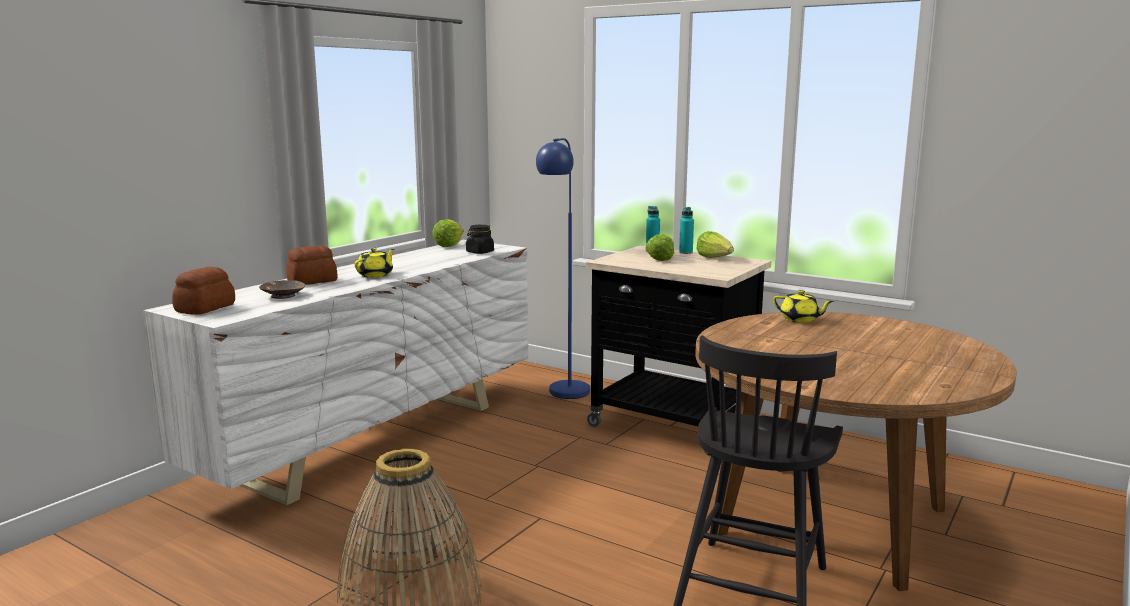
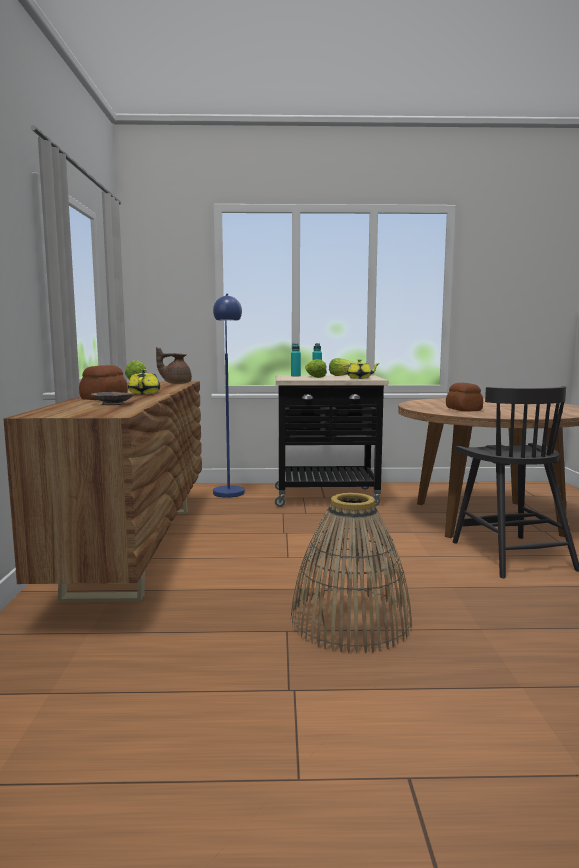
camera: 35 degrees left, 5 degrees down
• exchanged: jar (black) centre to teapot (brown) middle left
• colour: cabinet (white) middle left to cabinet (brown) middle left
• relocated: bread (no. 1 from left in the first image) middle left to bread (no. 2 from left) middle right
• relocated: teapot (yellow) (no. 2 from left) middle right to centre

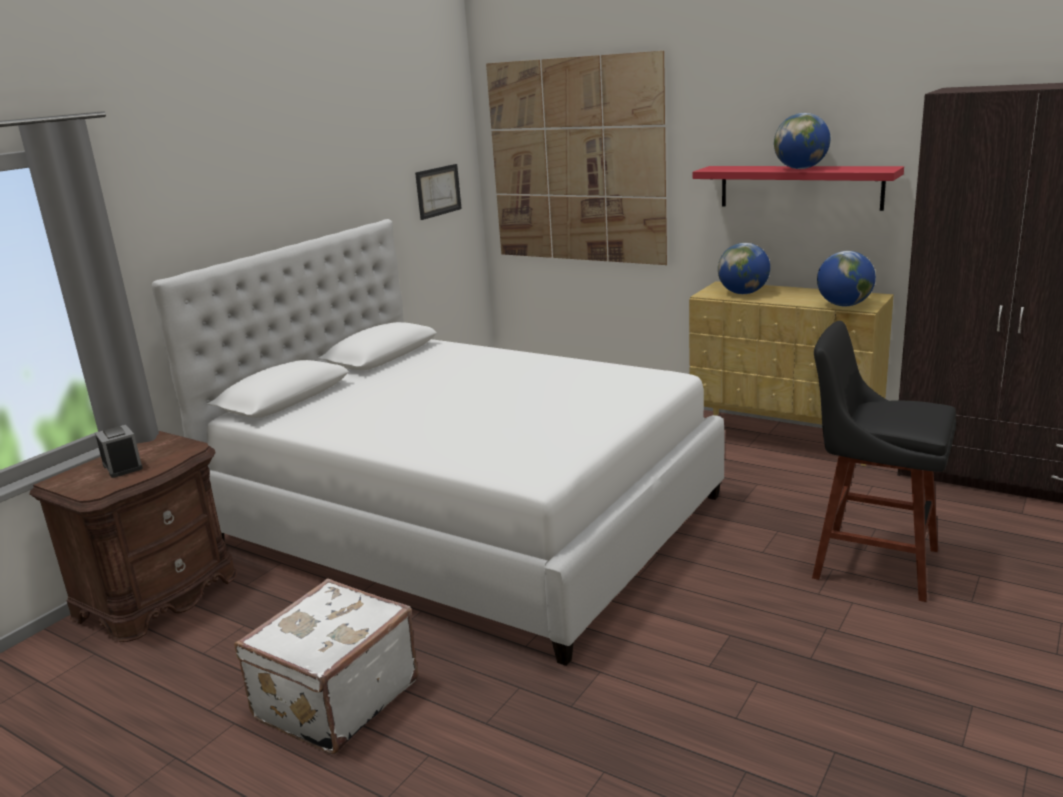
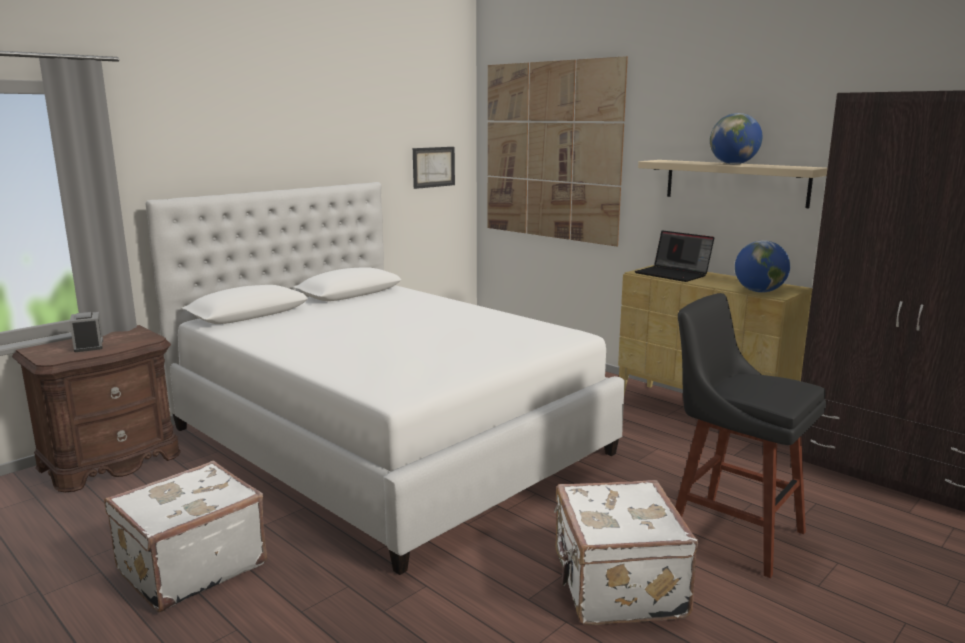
camera: 10 degrees right, 5 degrees down
• colour: shelf (red) top right to shelf (beige) top right
• exchanged: globe (no. 1 from left) middle right to laptop middle right
• appeared: suitcase (white) (no. 2 from left) bottom centre

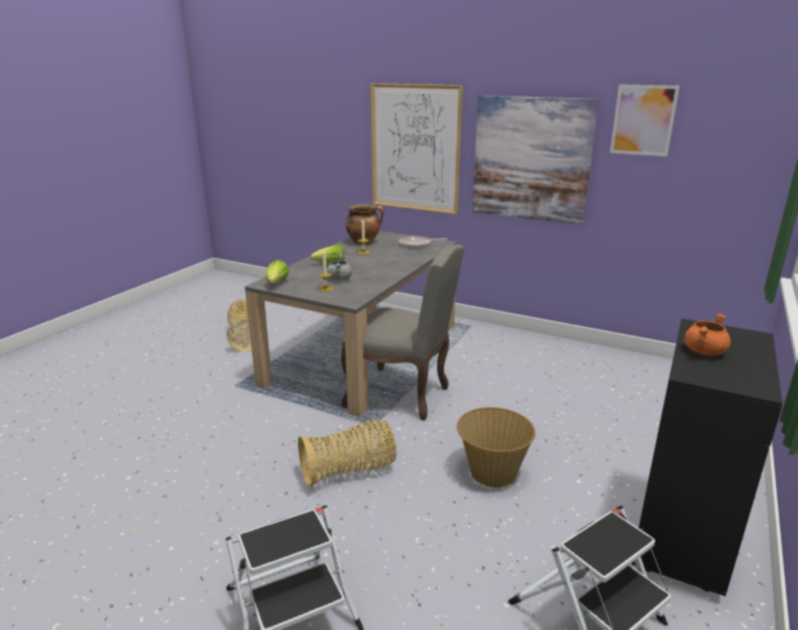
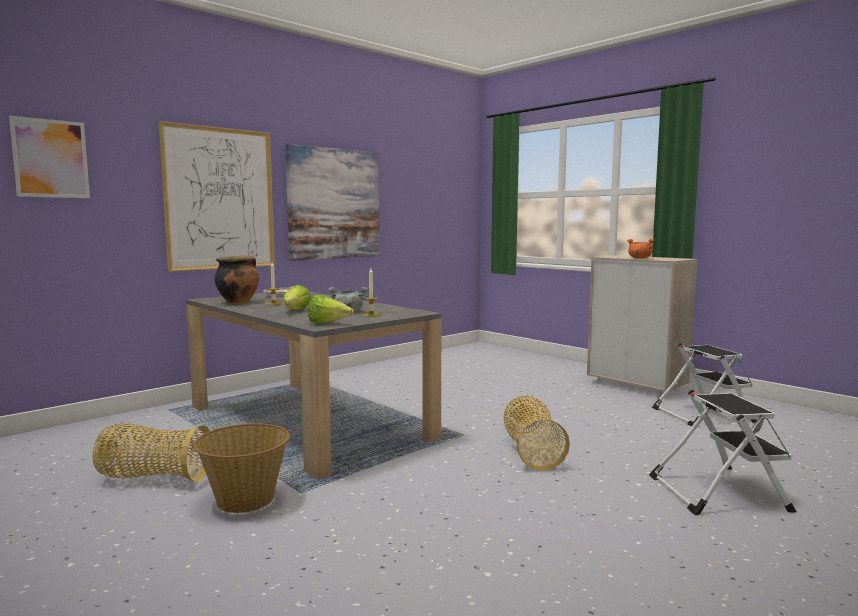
camera: 70 degrees left, 15 degrees down
• relocated: picture (no. 3 from left in the first image) top right to picture (no. 1 from left) top left
• missing: chair (grey) centre
• colour: cabinet (black) bottom right to cabinet (beige) middle right
• relocated: basket (no. 3 from left in the first image) bottom centre to basket (no. 2 from left) bottom left

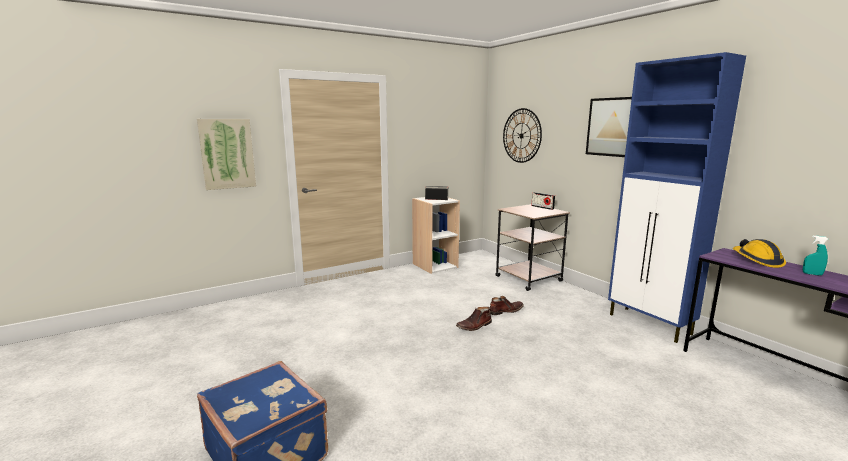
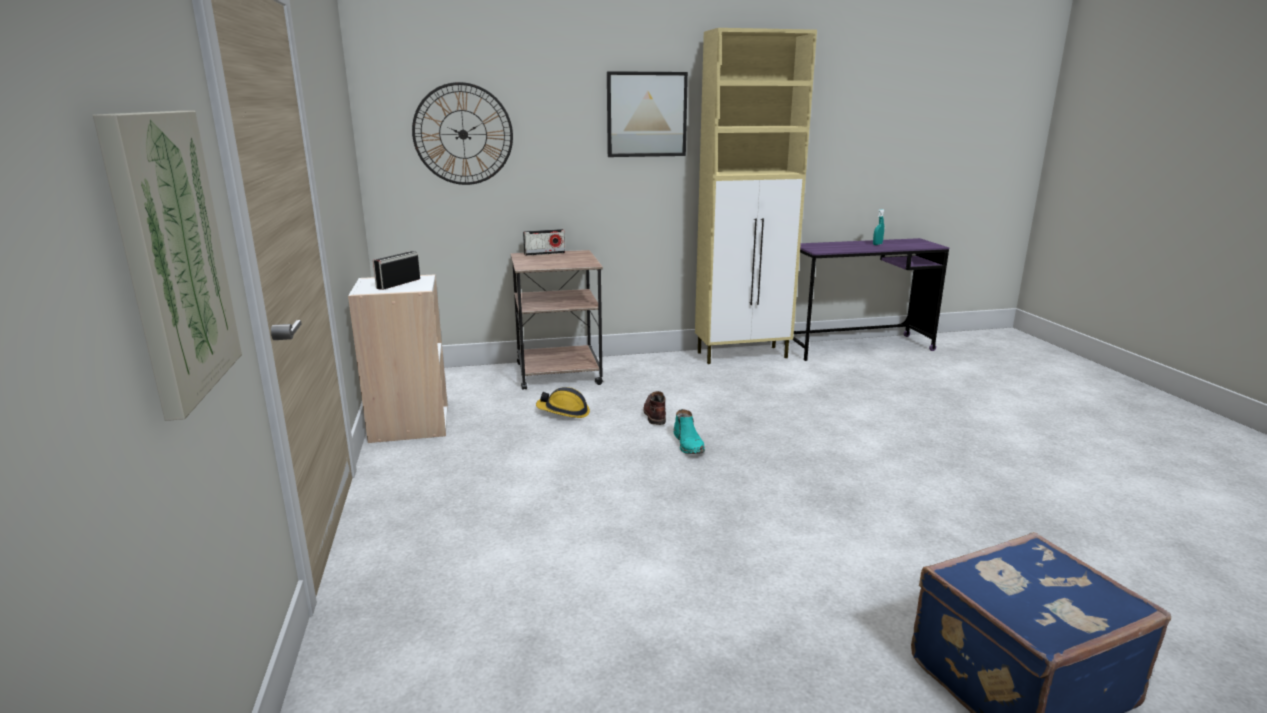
camera: 70 degrees left, 5 degrees up
• colour: cabinet (blue) middle right to cabinet (beige) top centre
• relocated: hard hat middle right to centre
• colour: boot (brown) (no. 1 from left) bottom centre to boot (turquoise) centre

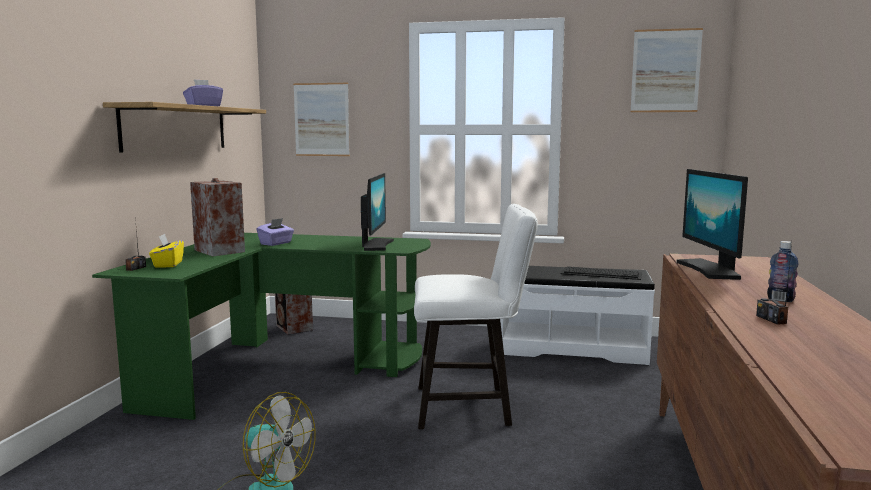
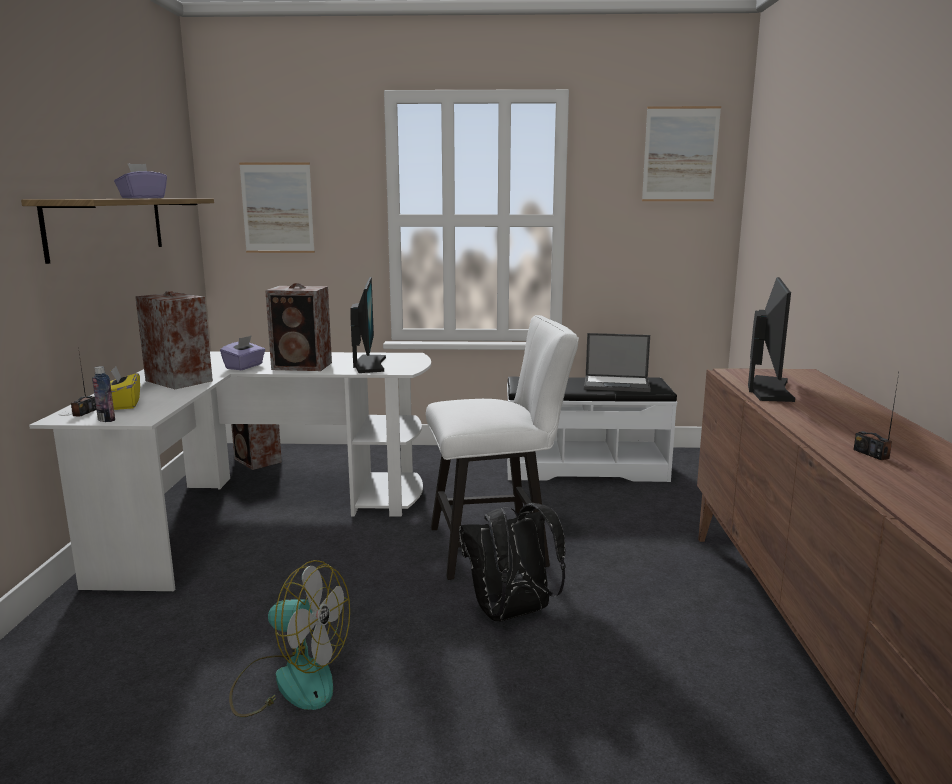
camera: 10 degrees left, 5 degrees up
• spun: monitor (no. 2 from left) middle right = middle right 150 degrees counterclockwise
• colour: desk (green) middle left to desk (white) middle left
• relocated: bottle middle right to middle left
• exchanged: keyboard middle right to laptop centre
• appeared: speaker (no. 3 from left) middle left
• appeared: backpack (black) bottom centre

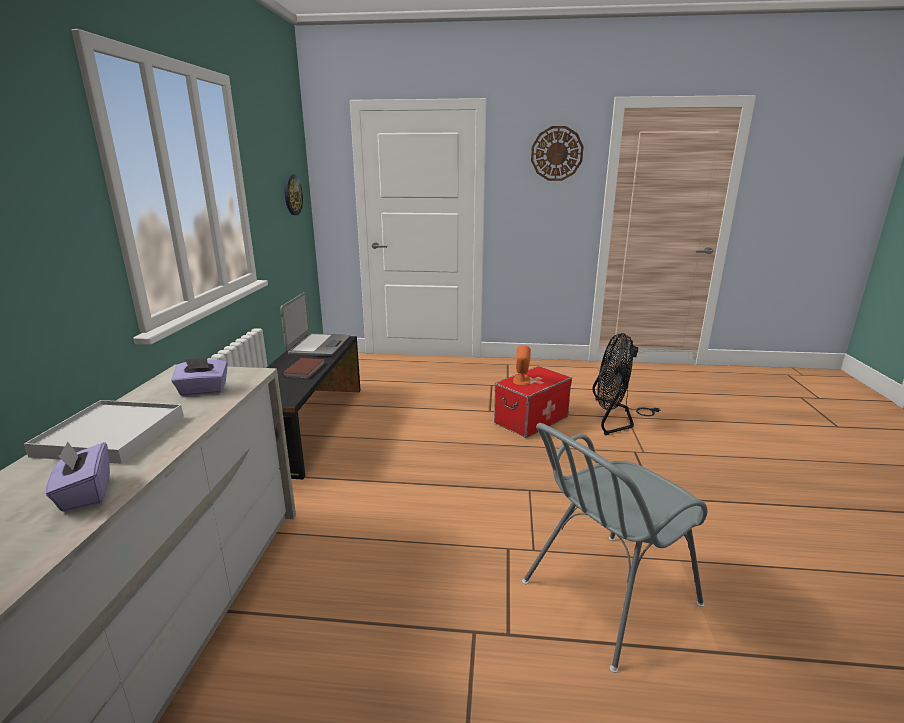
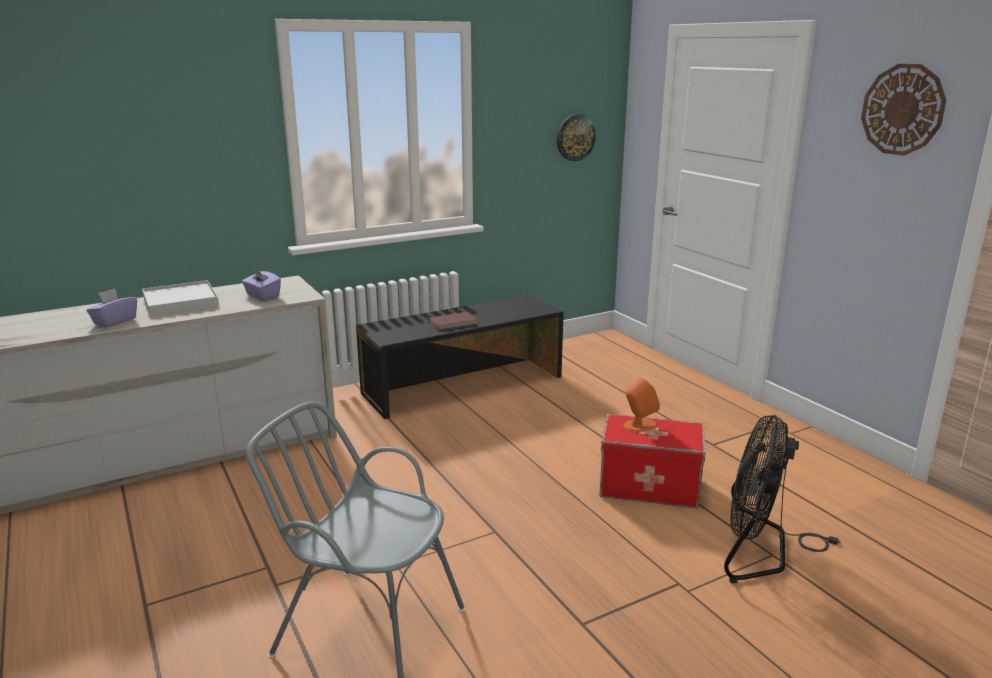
camera: 55 degrees right, 0 degrees up
• missing: laptop centre
• spun: fan (black) middle right = bottom right 45 degrees counterclockwise

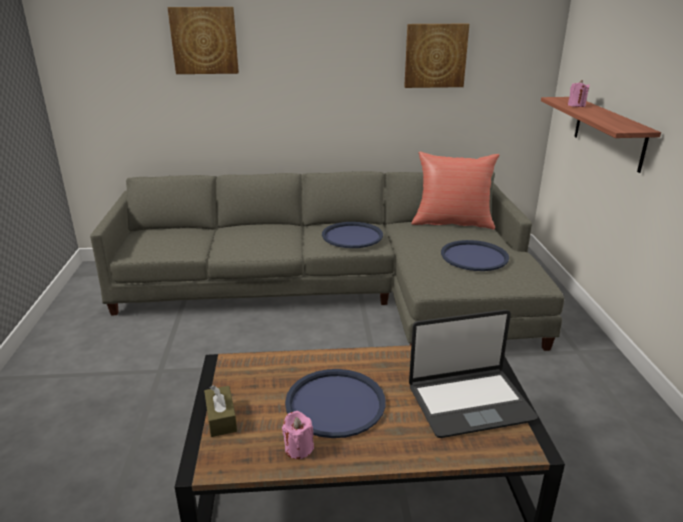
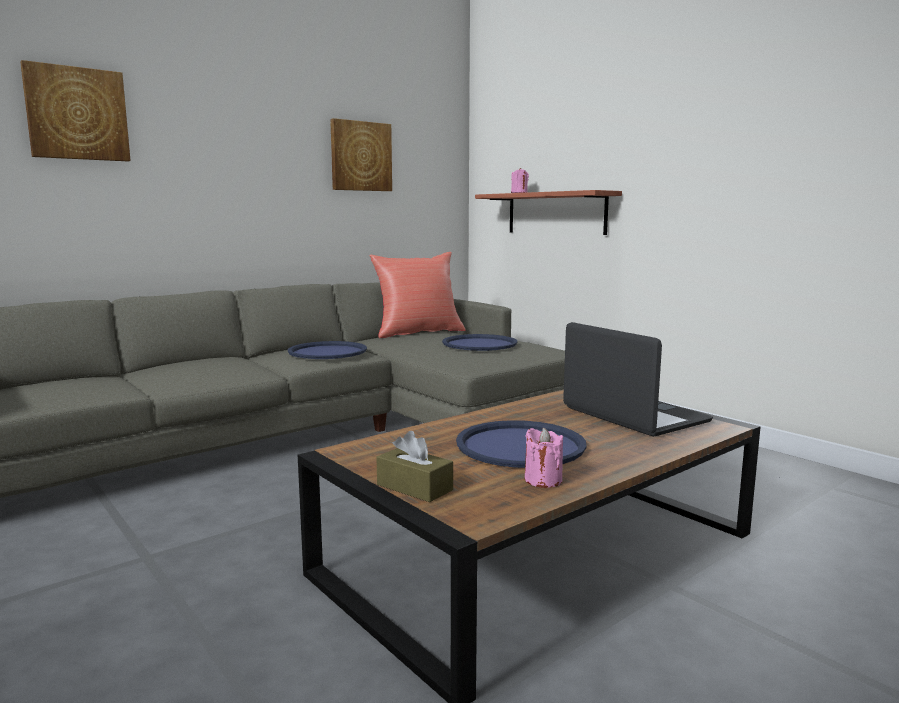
camera: 35 degrees left, 15 degrees down
• spun: laptop bottom right = middle right 75 degrees counterclockwise

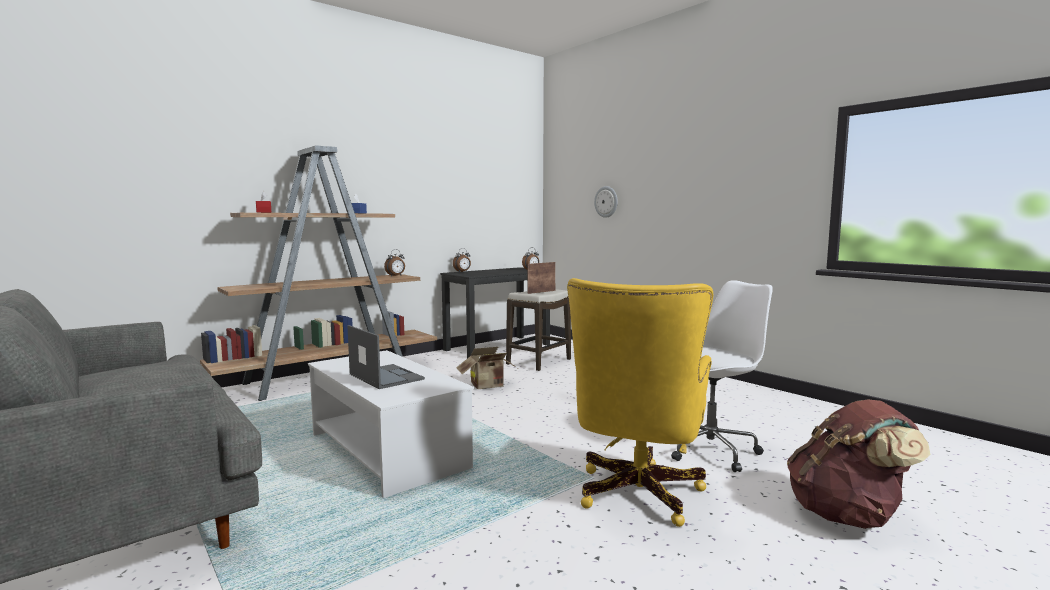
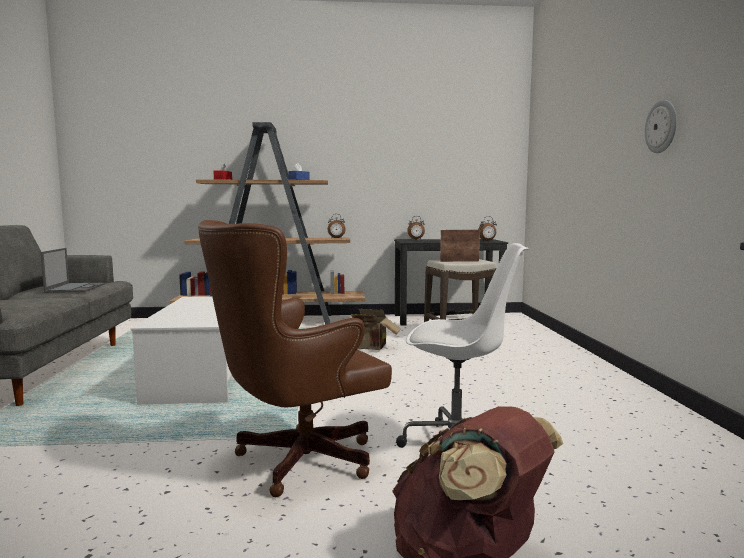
camera: 35 degrees right, 0 degrees up
• relocated: wall clock centre to top right
• colour: office chair (yellow) bottom centre to office chair (brown) centre
• relocated: laptop centre to middle left

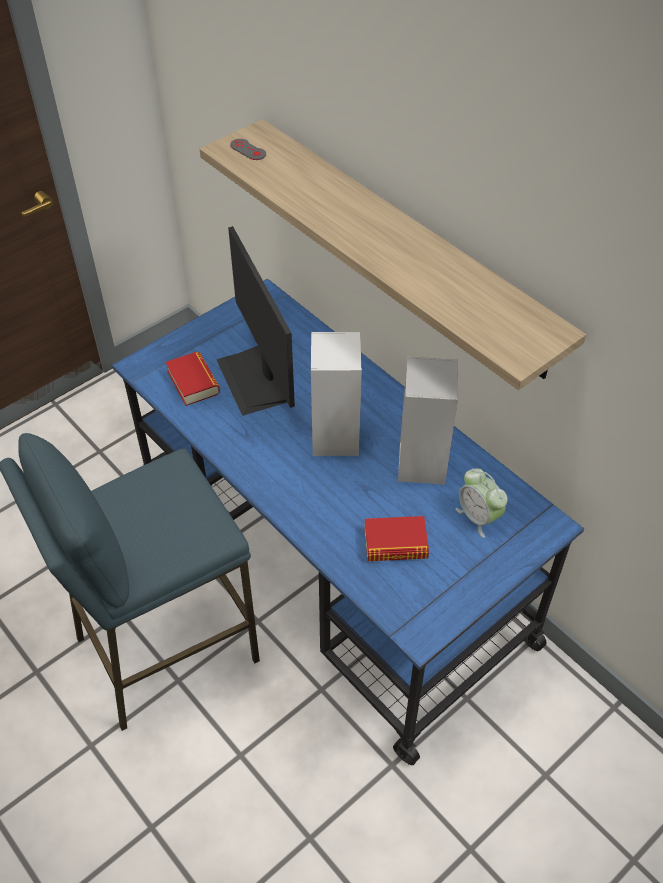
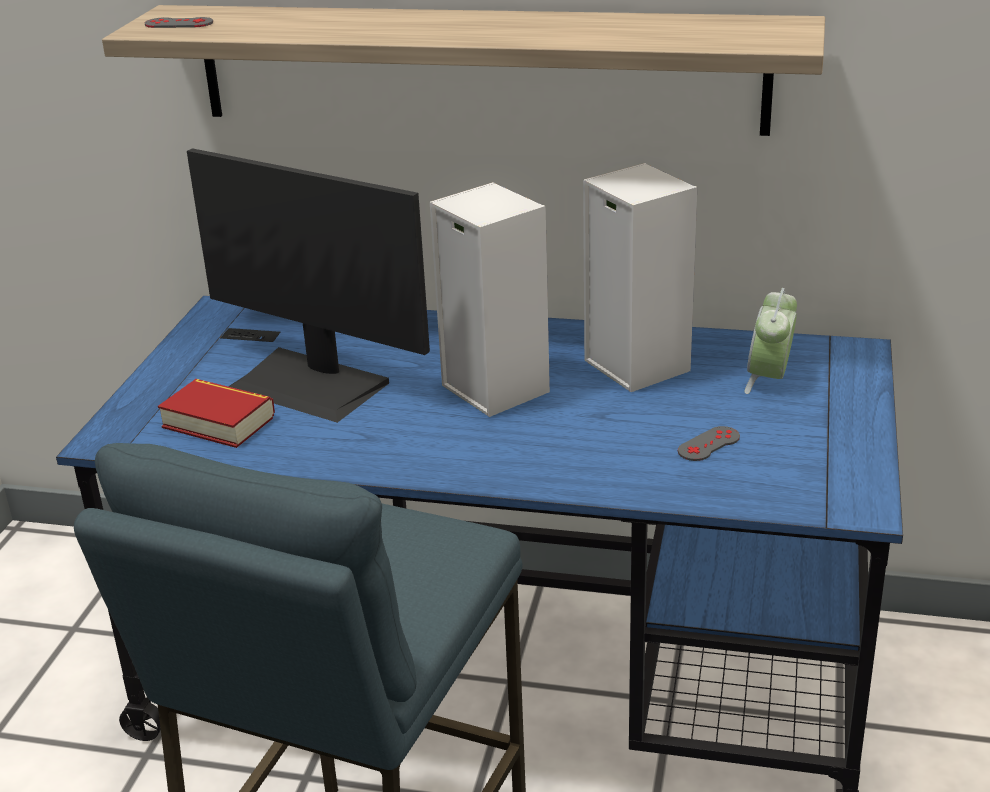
camera: 35 degrees left, 20 degrees down
• spun: alarm clock middle right = middle right 90 degrees clockwise
• exchanged: book (no. 2 from left) centre to game controller (grey) (no. 2 from left) middle right

